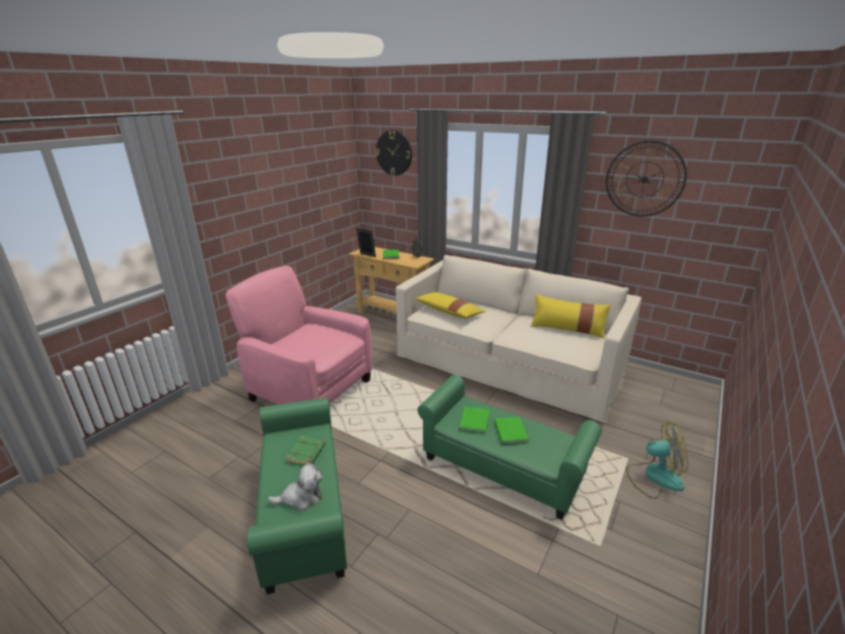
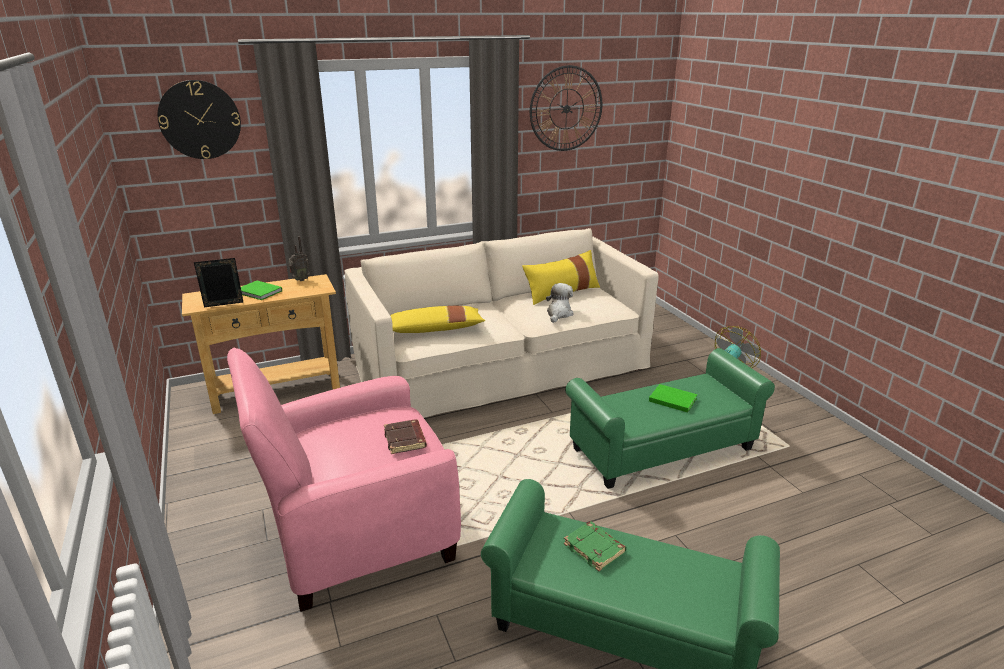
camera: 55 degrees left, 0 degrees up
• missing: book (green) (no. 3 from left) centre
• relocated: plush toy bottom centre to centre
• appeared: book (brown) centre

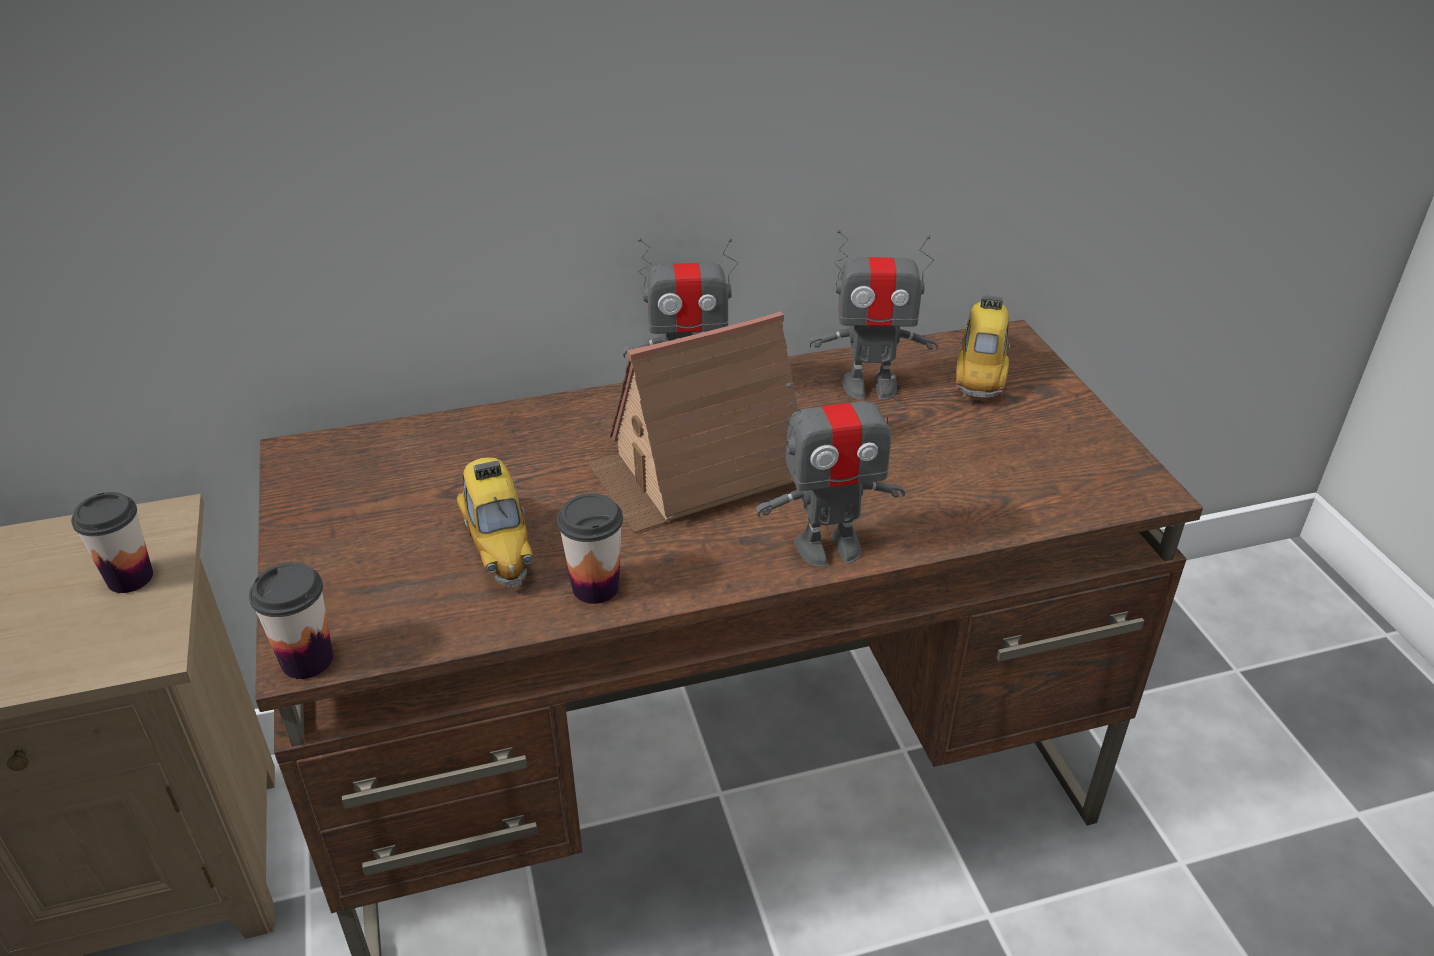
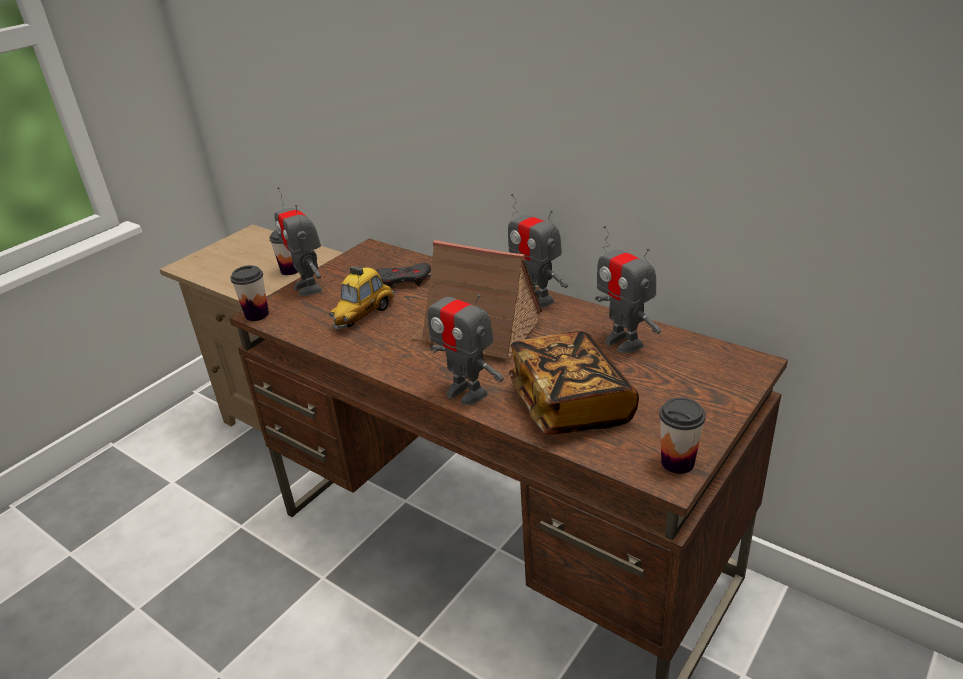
camera: 55 degrees right, 5 degrees down
• missing: toy car (no. 2 from left) middle right
• relocated: cup (no. 3 from left) centre to middle right
• appeared: toy robot (no. 1 from left) middle left
• appeared: game controller (grey) centre
• appeared: book centre

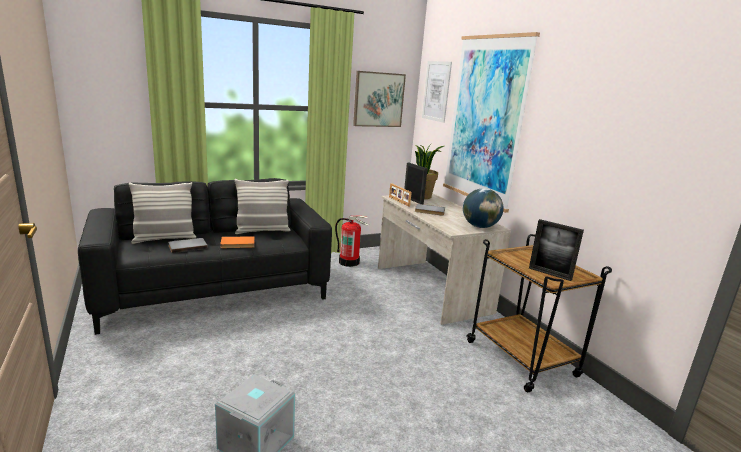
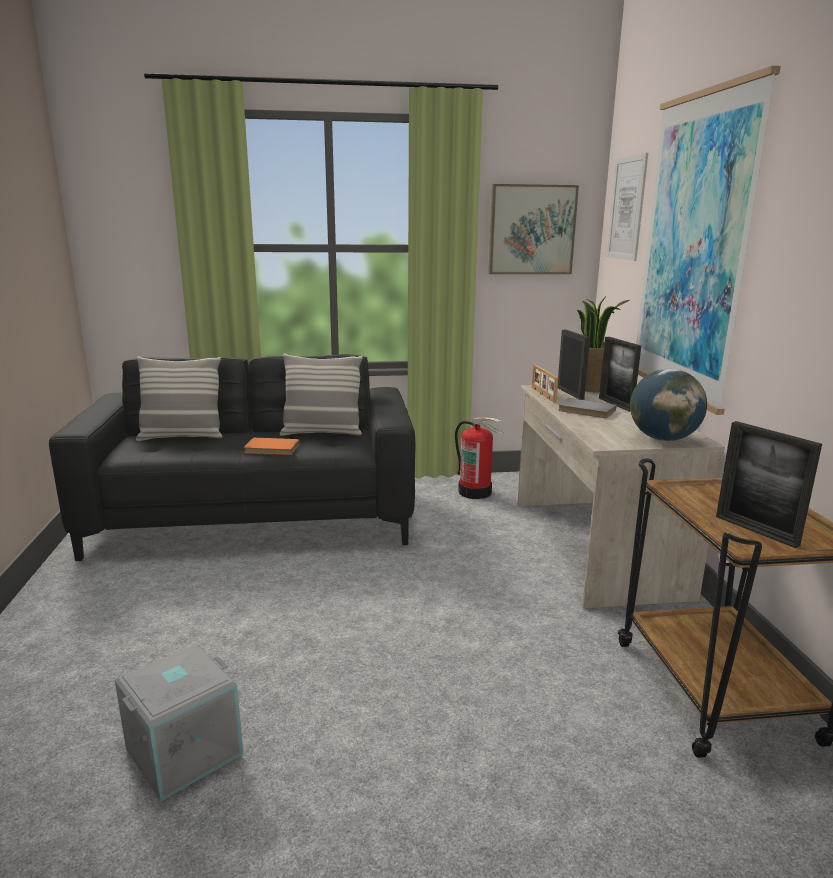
camera: 20 degrees right, 0 degrees up
• missing: book (grey) (no. 1 from left) middle left
• appeared: picture frame (no. 3 from left) middle right

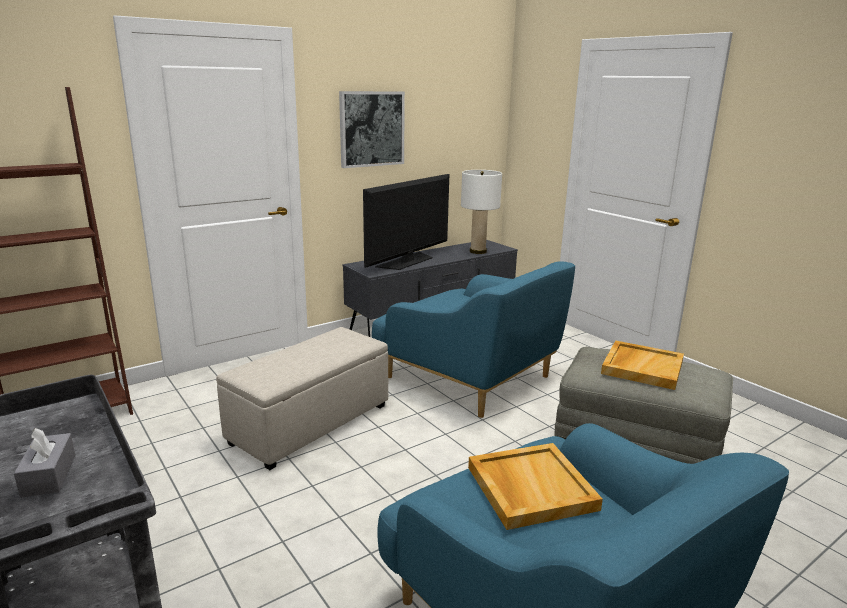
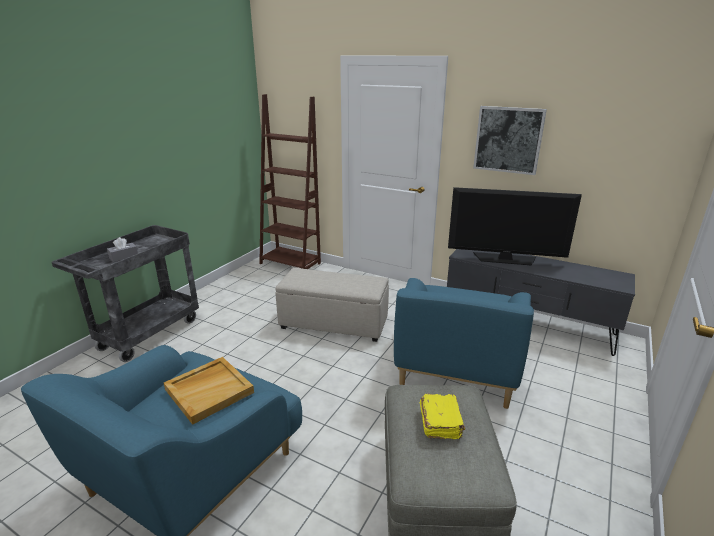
camera: 65 degrees right, 5 degrees up
• missing: table lamp (white) centre
• exchanged: tray (beige) (no. 2 from left) middle right to book (yellow) bottom centre

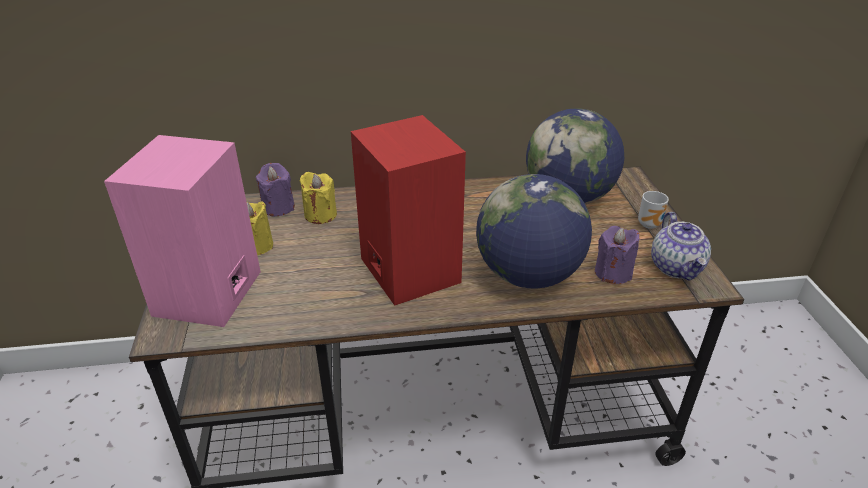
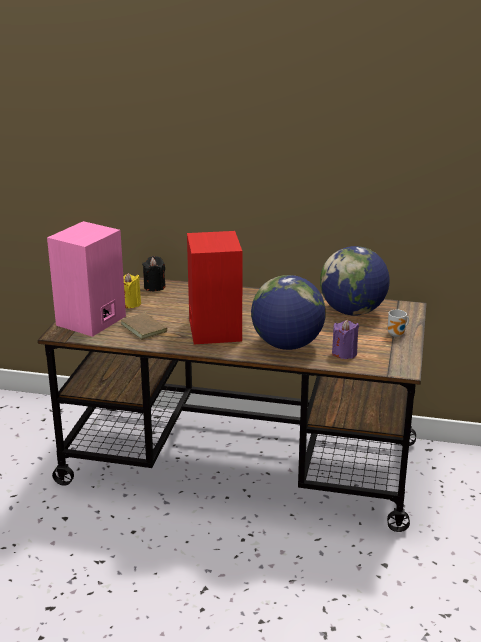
camera: 20 degrees right, 10 degrees down
• colour: candle (purple) (no. 1 from left) middle left to candle (black) middle left
• missing: candle (yellow) (no. 2 from left) centre
• missing: teapot middle right
• appeared: book (brown) middle left

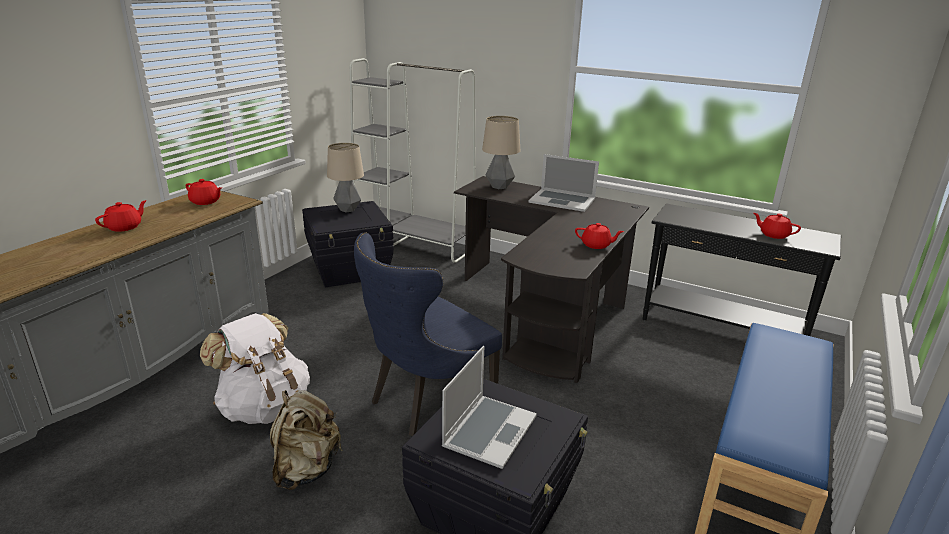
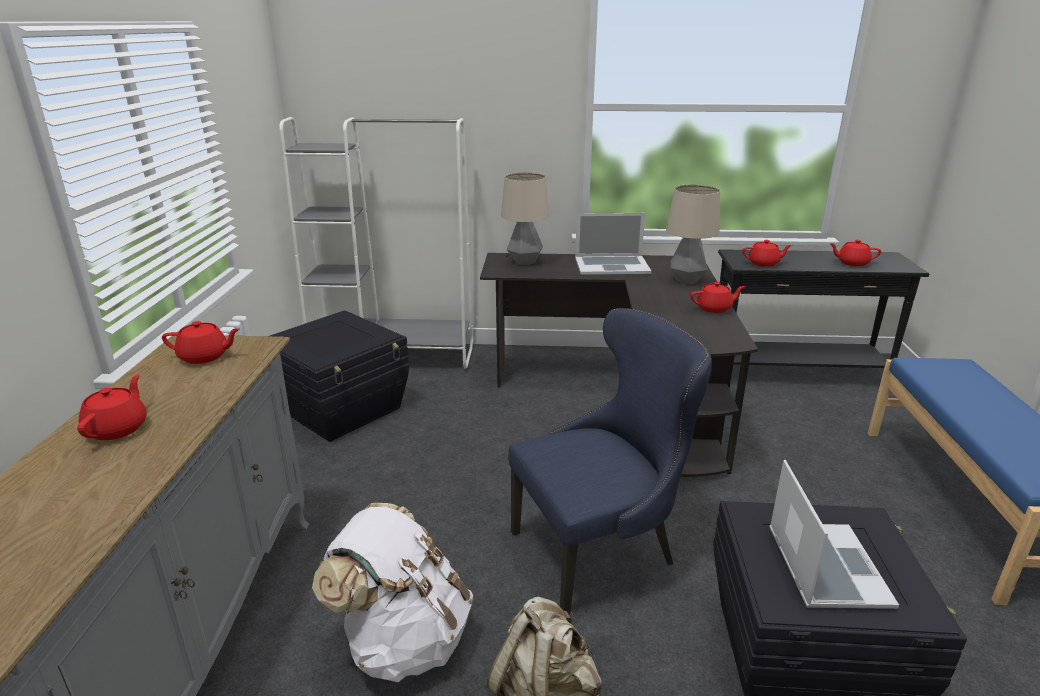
camera: 25 degrees left, 0 degrees up
• relocated: table lamp (no. 1 from left in the first image) top centre to table lamp (no. 2 from left) centre
• spun: chair (blue) centre = centre 135 degrees counterclockwise
• appeared: teapot (red) (no. 4 from left) middle right

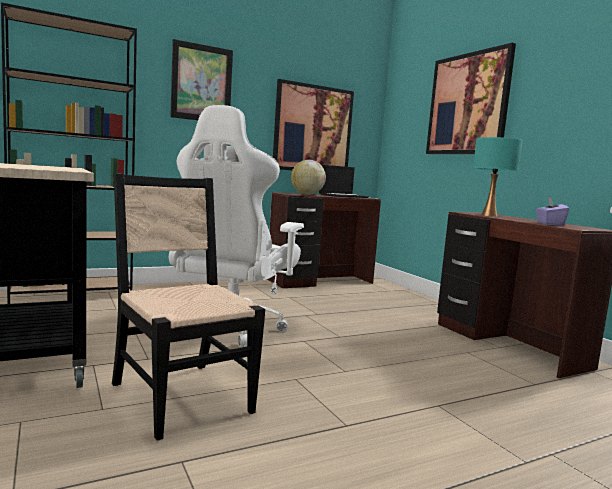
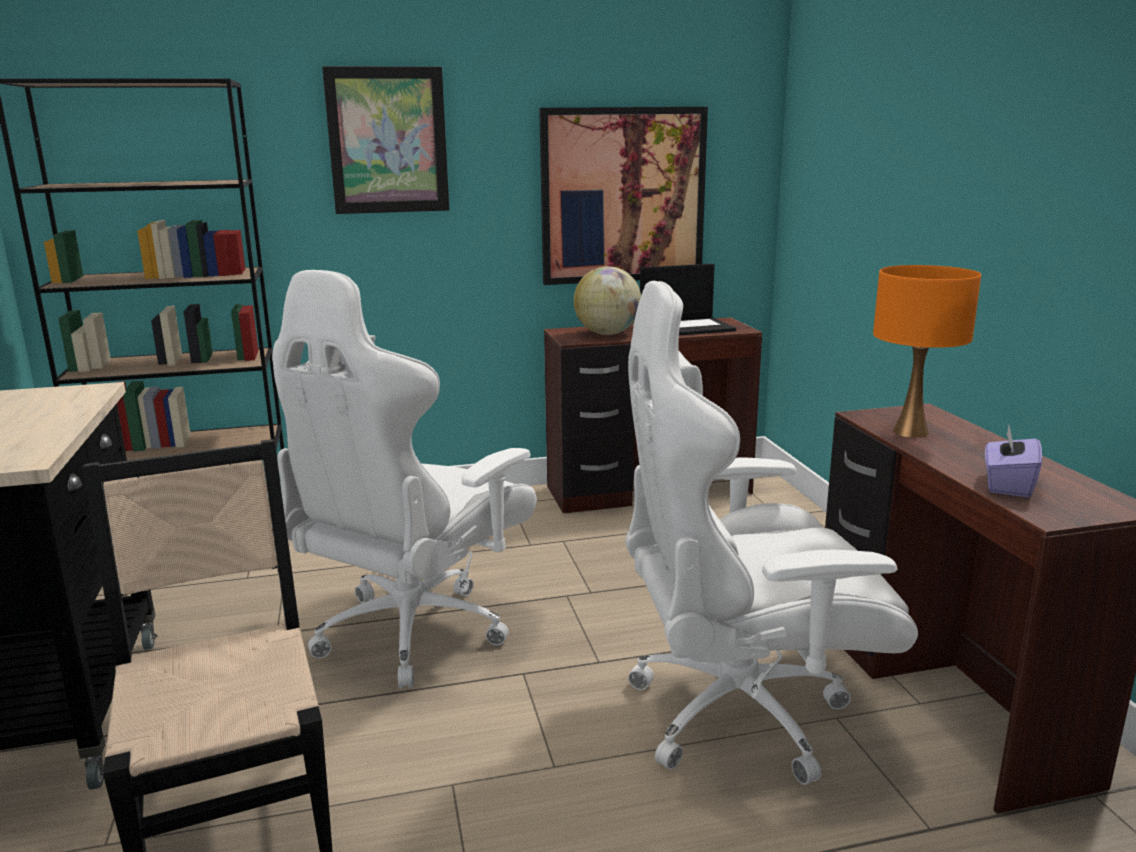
camera: 15 degrees right, 10 degrees up
• missing: picture (no. 3 from left) top right
• colour: table lamp (turquoise) middle right to table lamp (orange) middle right
• appeared: office chair (white) (no. 2 from left) middle right

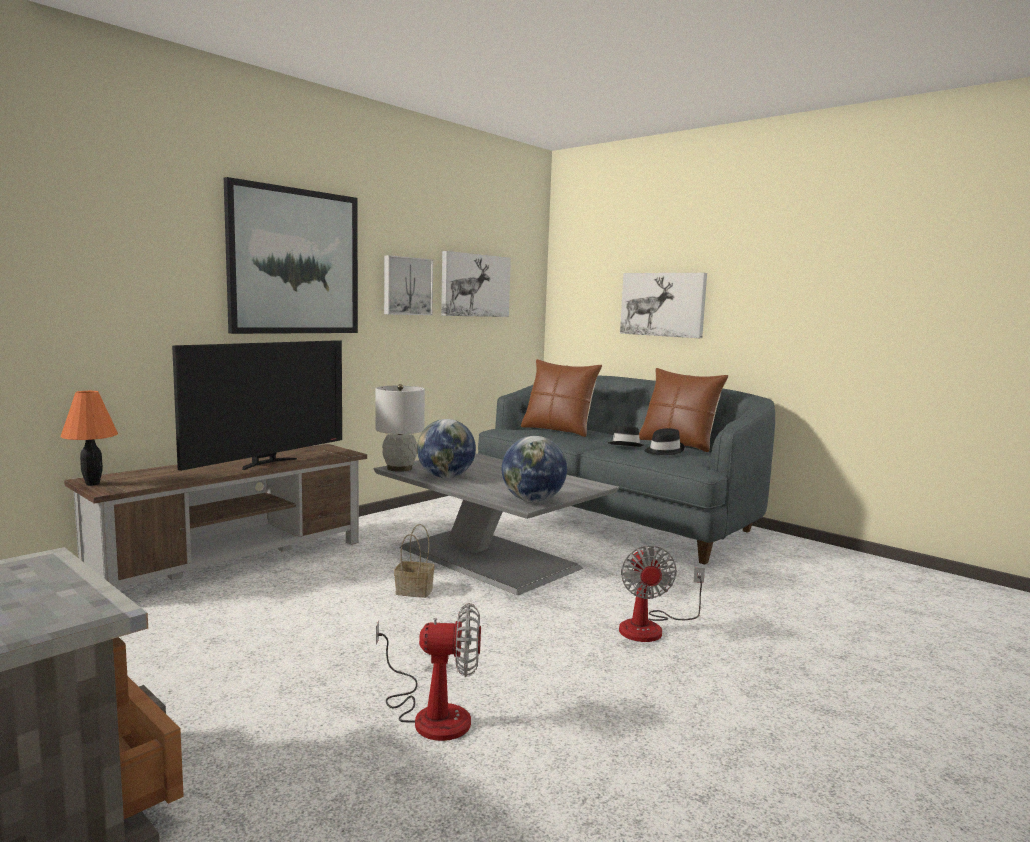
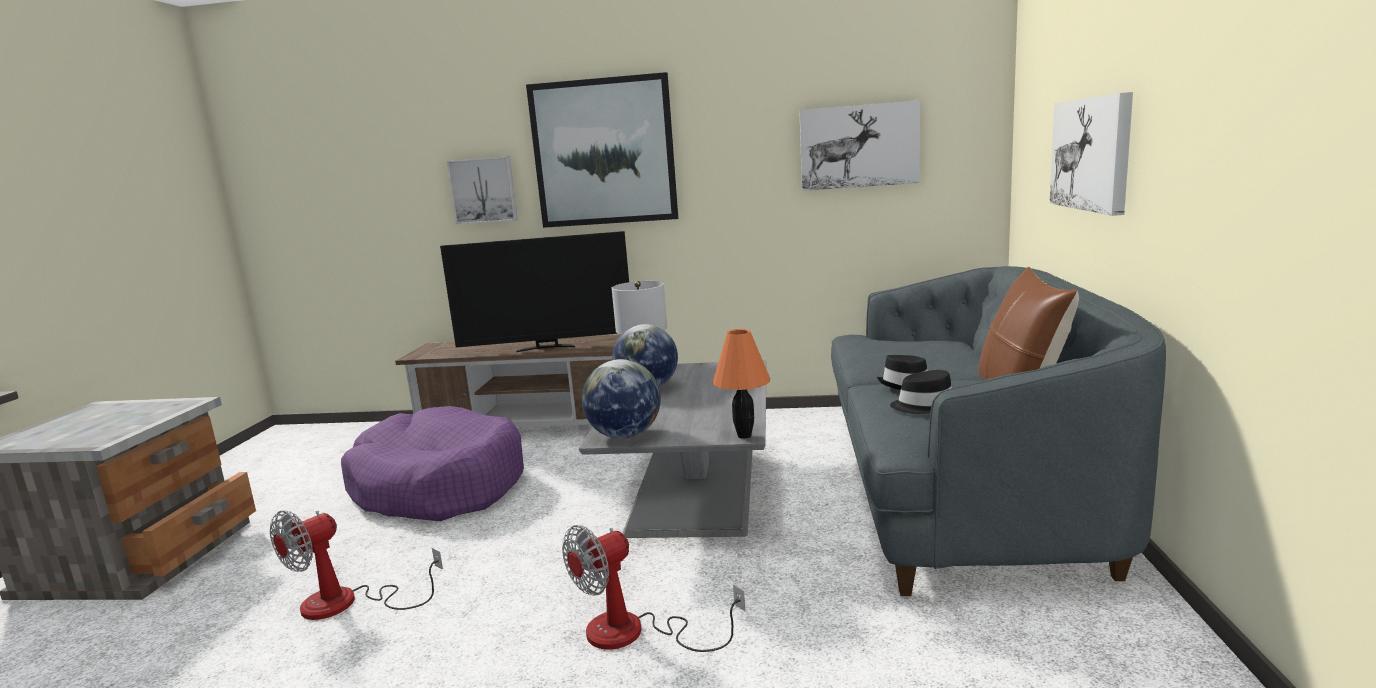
camera: 55 degrees right, 5 degrees up
• relocated: picture (no. 2 from left in the first image) centre to picture (no. 1 from left) top centre
• missing: pillow (brown) (no. 1 from left) centre
• relocated: table lamp (orange) middle left to centre
• missing: basket centre
• spun: fan (no. 1 from left) bottom centre = bottom left 75 degrees clockwise
• appeared: dog bed (purple) bottom left

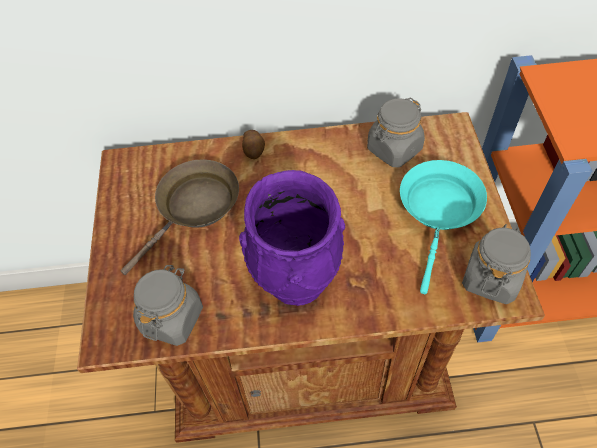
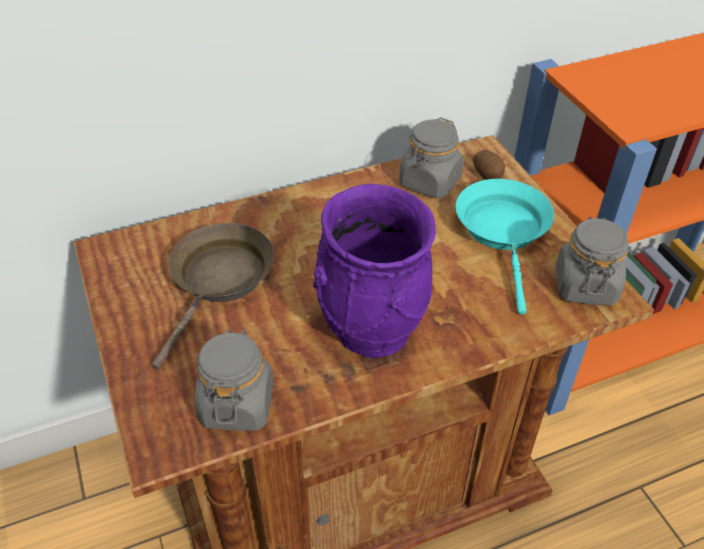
camera: 20 degrees left, 10 degrees down
• relocated: potato top centre to top right

